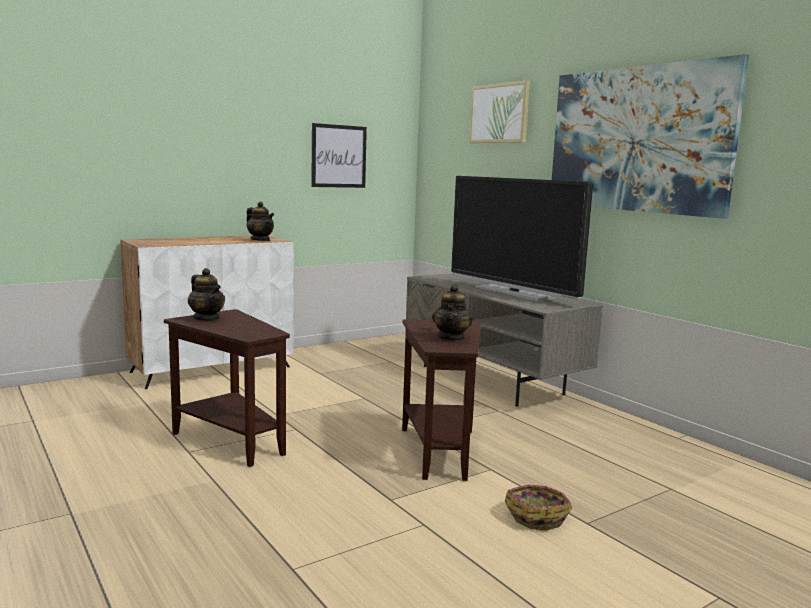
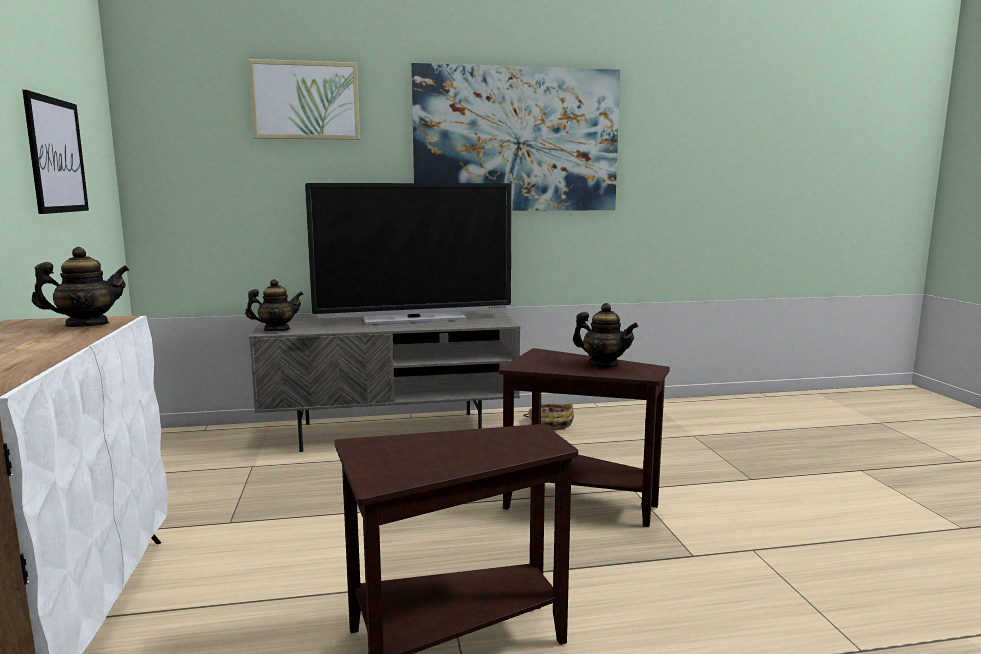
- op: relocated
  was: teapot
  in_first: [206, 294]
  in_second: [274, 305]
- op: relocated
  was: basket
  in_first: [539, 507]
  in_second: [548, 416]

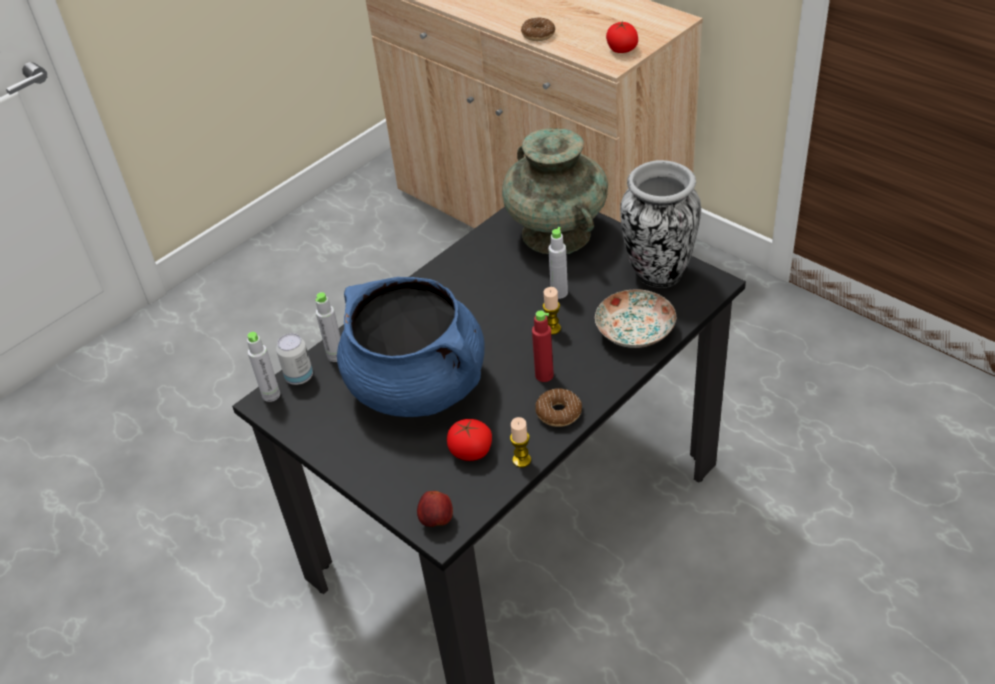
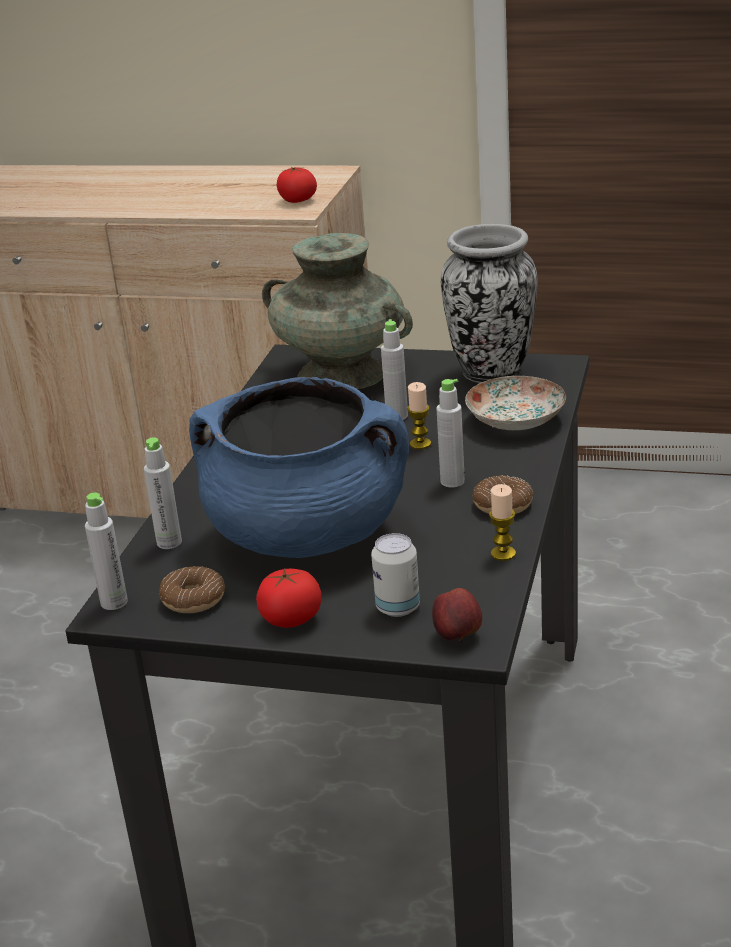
- op: relocated
  was: donut
  in_first: [538, 29]
  in_second: [192, 589]
- op: relocated
  was: tomato
  in_first: [469, 440]
  in_second: [288, 598]
- op: relocated
  was: can
  in_first: [294, 359]
  in_second: [395, 575]
- op: colour
  was: red bottle
  now: grey bottle
  in_first: [543, 346]
  in_second: [450, 433]

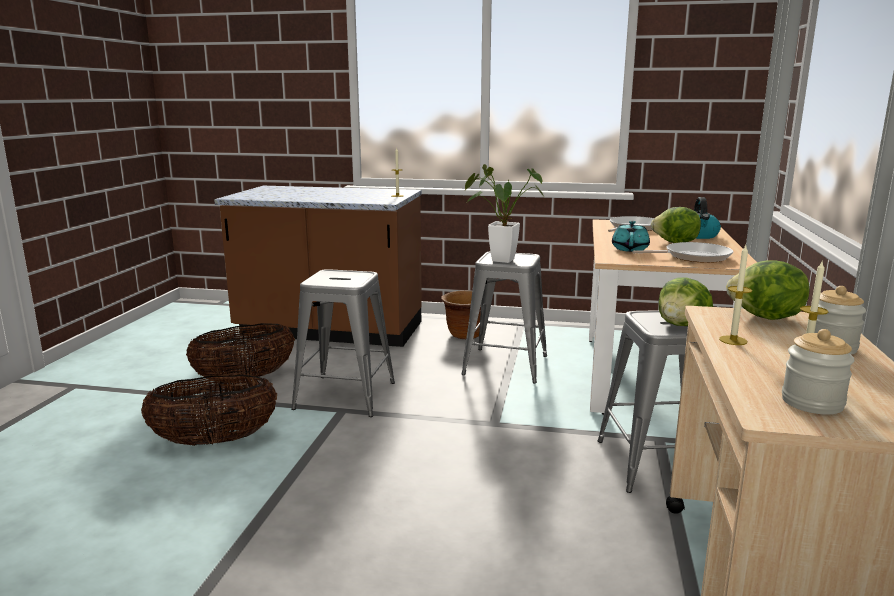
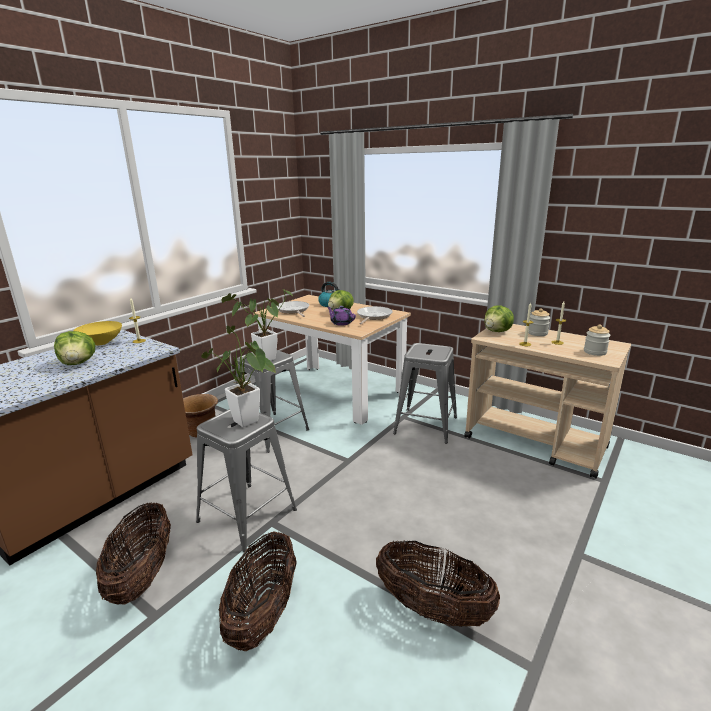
- op: relocated
  was: lettuce
  in_first: [686, 301]
  in_second: [74, 348]
- op: appeared
  now: yellow bowl
  in_second: [97, 333]
- op: appeared
  now: potted plant
  in_second: [239, 376]
- op: colour
  was: turquoise teapot
  now: purple teapot
  in_first: [631, 236]
  in_second: [341, 316]
- op: appeared
  now: basket
  in_second: [438, 583]

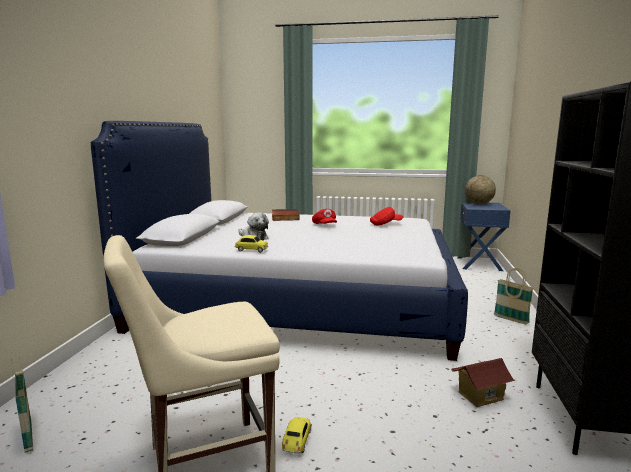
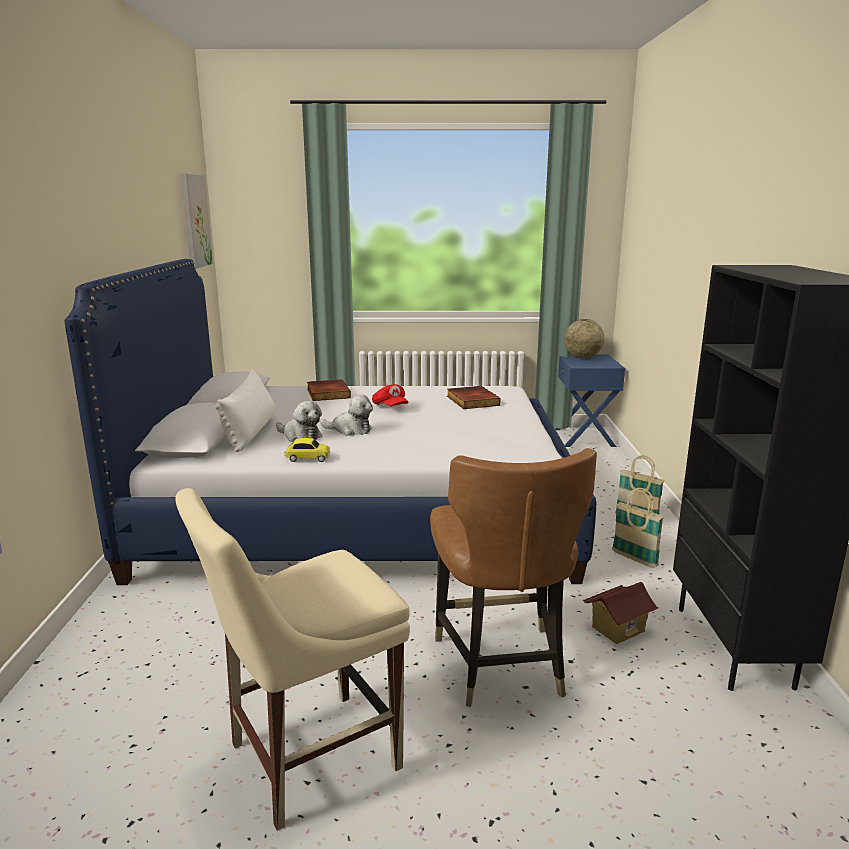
- op: appeared
  now: picture
  in_second: [196, 221]
- op: appeared
  now: white pillow
  in_second: [245, 410]
- op: appeared
  now: plush toy
  in_second: [346, 415]
- op: appeared
  now: brown chair
  in_second: [513, 577]
- op: exchanged
  was: red cap
  now: book
  in_first: [386, 216]
  in_second: [474, 397]
- op: relocated
  was: basket
  in_first: [22, 404]
  in_second: [638, 528]
- op: missing
  was: toy car
  in_first: [297, 435]

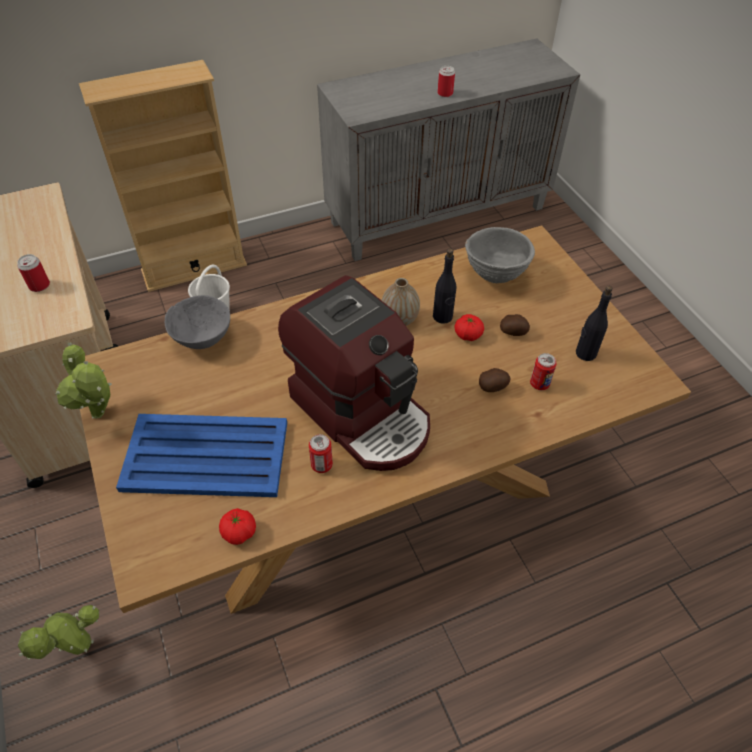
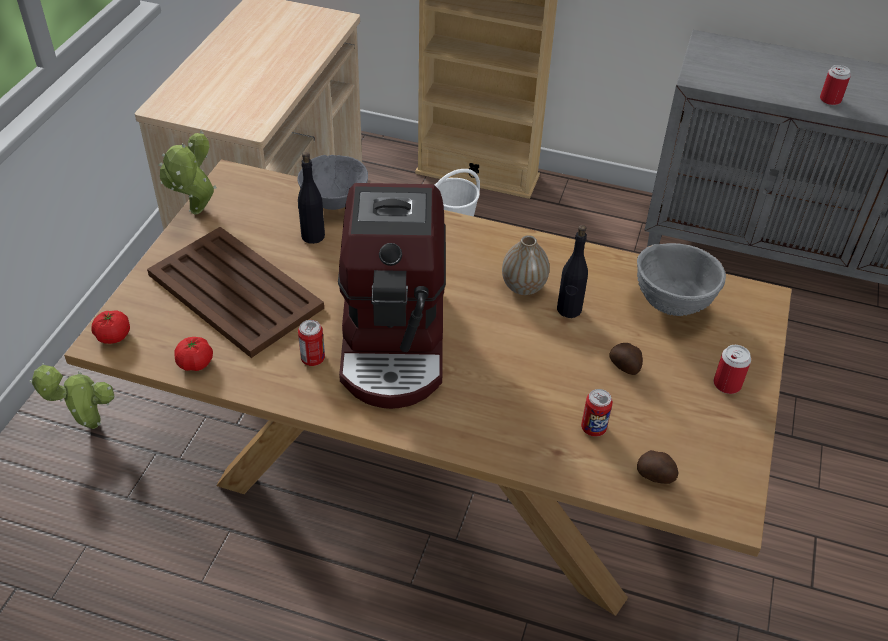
- op: relocated
  was: tomato
  in_first: [469, 327]
  in_second: [110, 327]
- op: colour
  was: blue tray
  now: brown tray
  in_first: [201, 455]
  in_second: [235, 292]
- op: relocated
  was: black bottle
  in_first: [594, 323]
  in_second: [311, 198]
- op: relocated
  was: potato
  in_first: [495, 380]
  in_second: [658, 467]
- op: relocated
  was: can
  in_first: [33, 273]
  in_second: [732, 369]

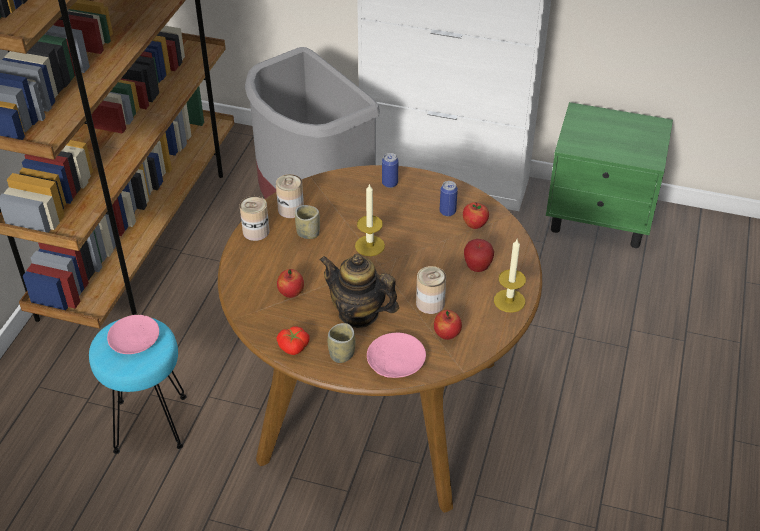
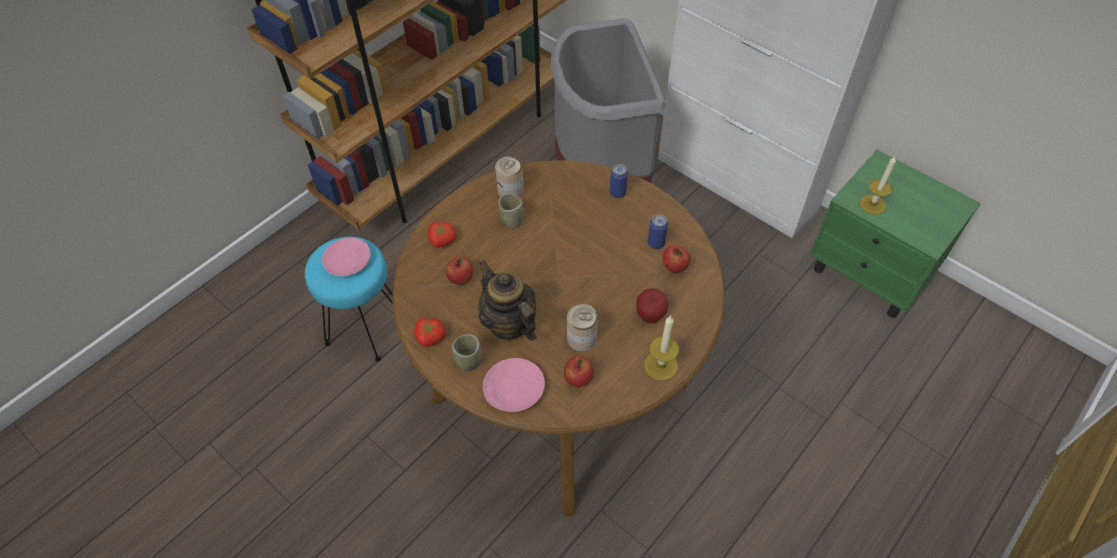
- op: appeared
  now: tomato
  in_second: [442, 235]
- op: relocated
  was: candle
  in_first: [370, 219]
  in_second: [878, 185]
- op: missing
  was: can
  in_first: [255, 218]

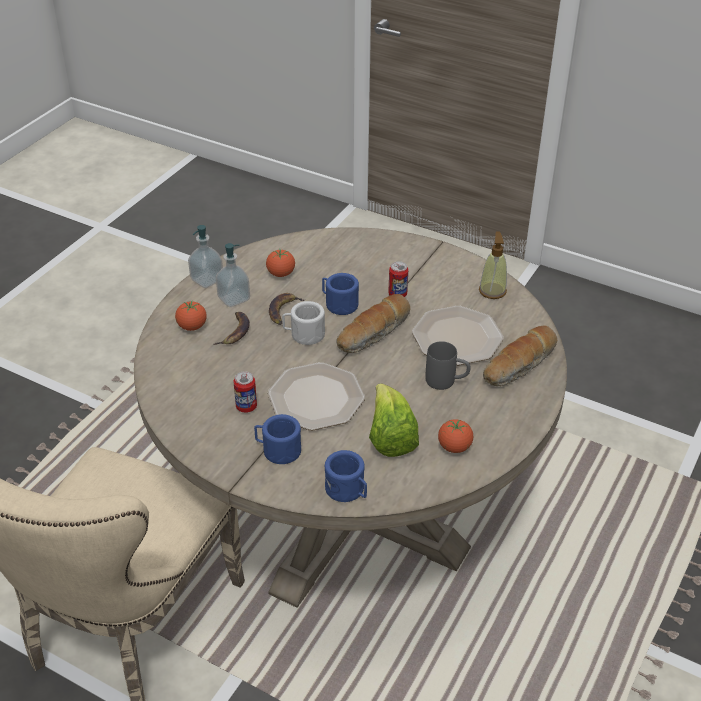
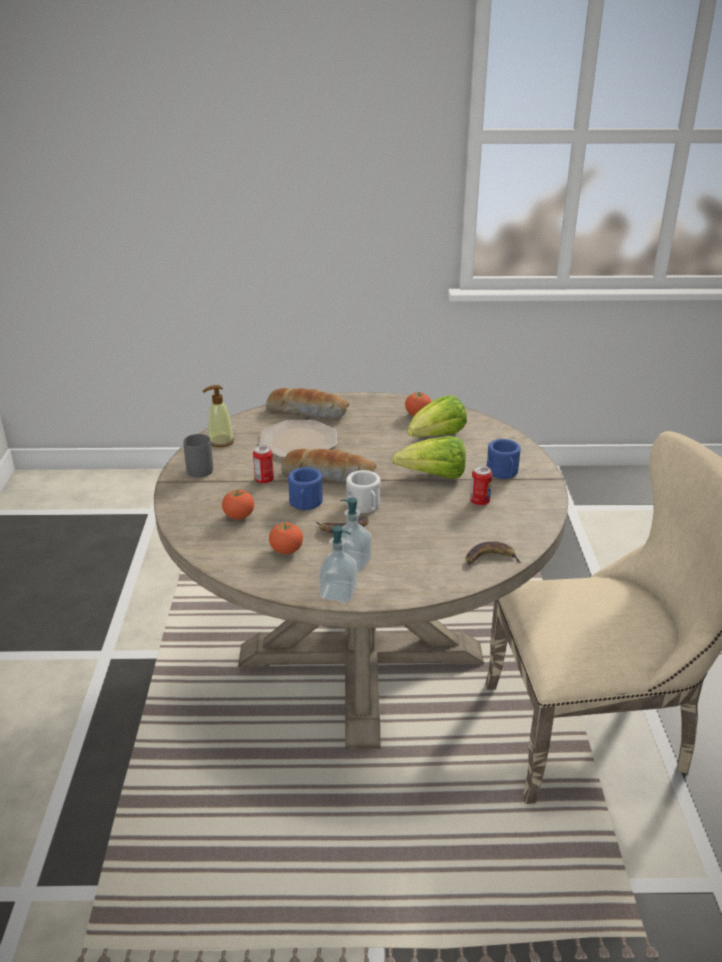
- op: relocated
  was: grey mug
  in_first: [448, 365]
  in_second: [198, 455]
- op: relocated
  was: tomato
  in_first: [191, 316]
  in_second: [238, 504]
- op: exchanged
  was: plate
  now: lettuce
  in_first: [316, 396]
  in_second: [429, 457]
- op: relocated
  was: banana
  in_first: [232, 328]
  in_second: [494, 553]
- op: missing
  was: blue mug
  in_first: [346, 476]

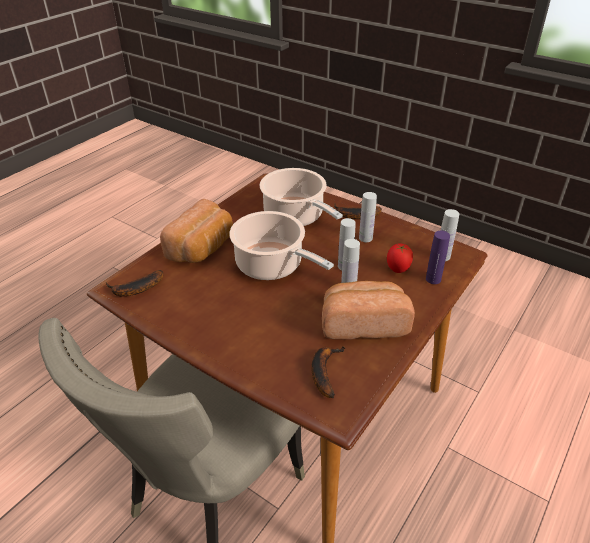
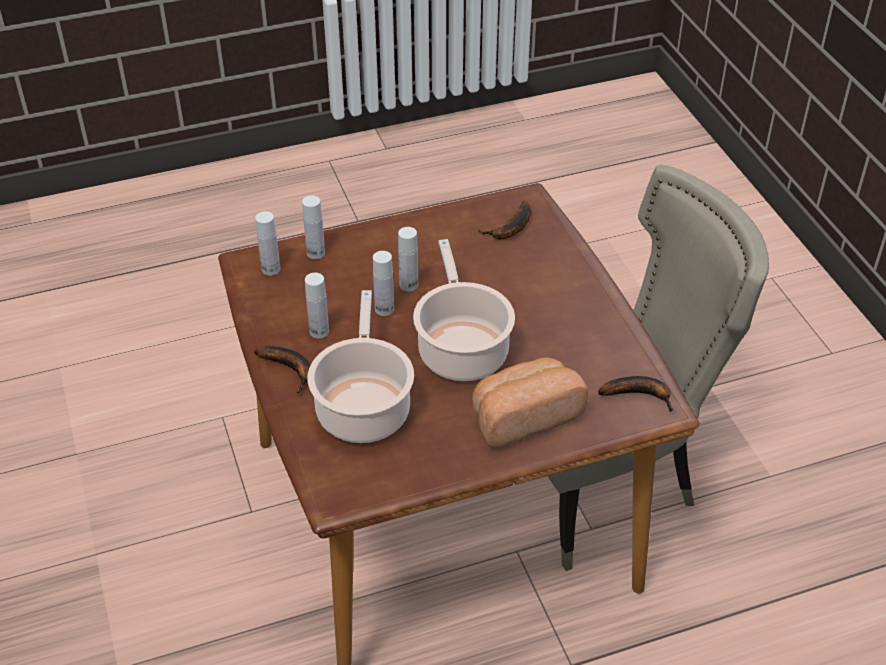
- op: colour
  was: purple bottle
  now: white bottle
  in_first: [438, 257]
  in_second: [313, 227]
- op: missing
  was: bread
  in_first: [368, 310]
- op: missing
  was: tomato
  in_first: [400, 258]

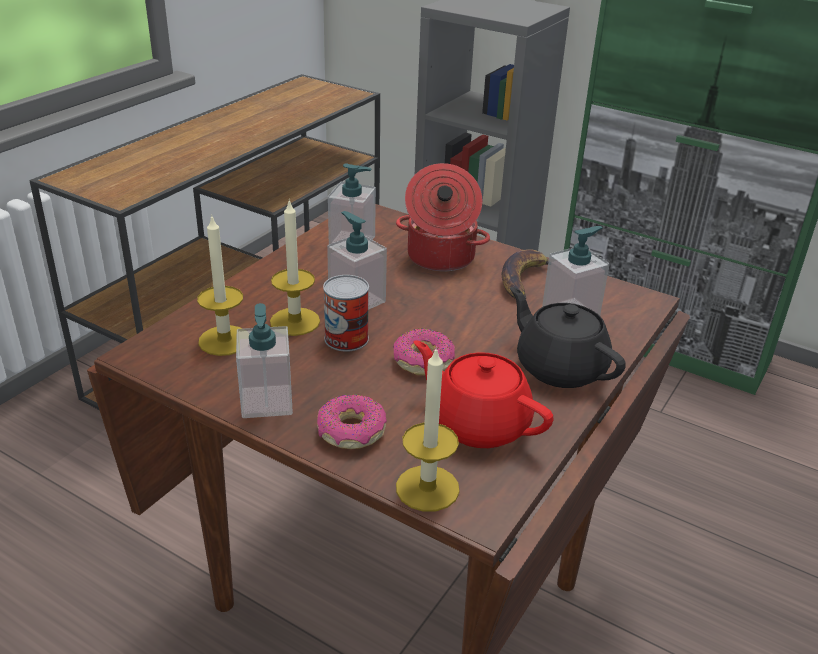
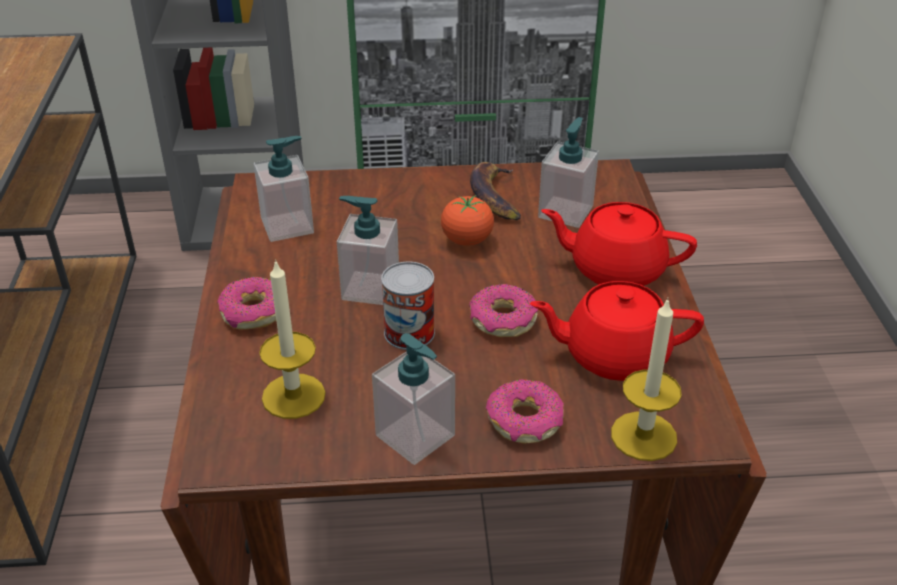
- op: appeared
  now: donut
  in_second: [246, 303]
- op: appeared
  now: tomato
  in_second: [467, 220]
- op: colour
  was: black teapot
  now: red teapot
  in_first: [568, 337]
  in_second: [619, 244]
- op: missing
  was: candle
  in_first: [295, 267]
- op: missing
  was: cooking pot
  in_first: [443, 217]

